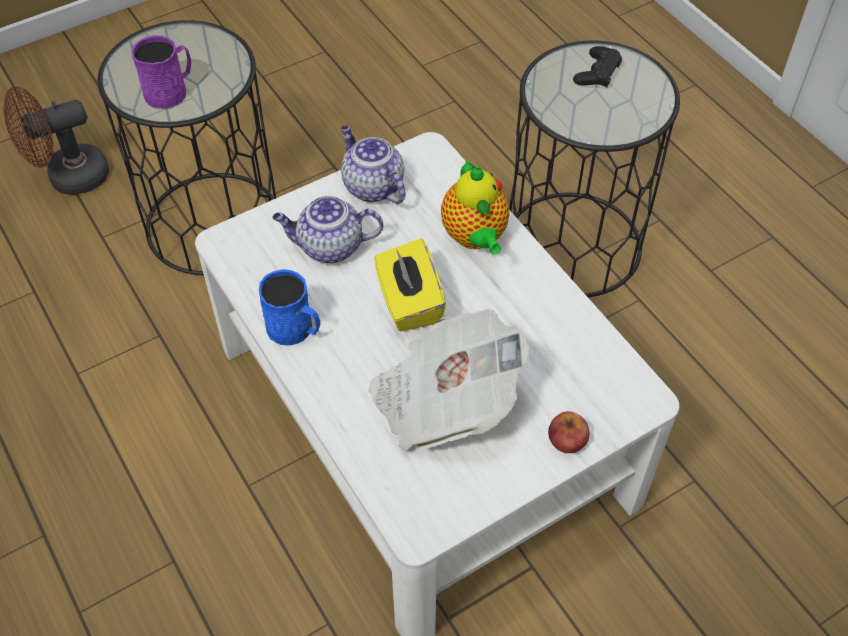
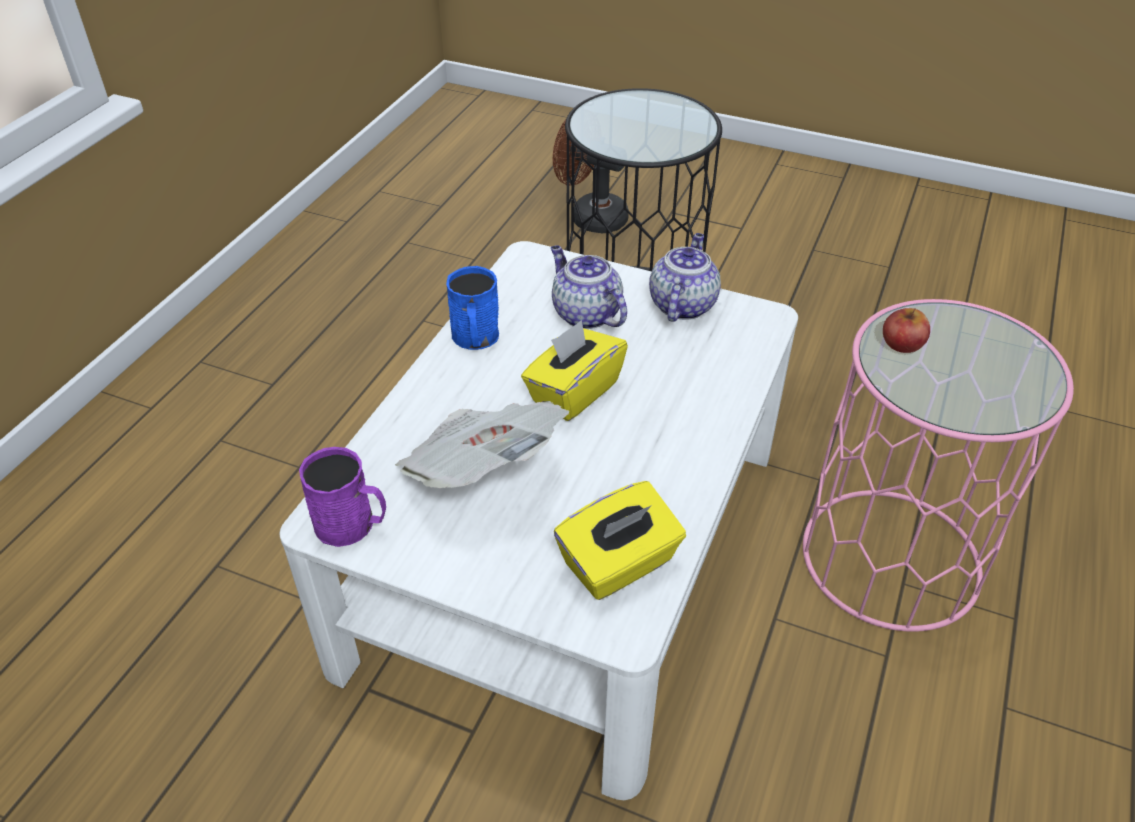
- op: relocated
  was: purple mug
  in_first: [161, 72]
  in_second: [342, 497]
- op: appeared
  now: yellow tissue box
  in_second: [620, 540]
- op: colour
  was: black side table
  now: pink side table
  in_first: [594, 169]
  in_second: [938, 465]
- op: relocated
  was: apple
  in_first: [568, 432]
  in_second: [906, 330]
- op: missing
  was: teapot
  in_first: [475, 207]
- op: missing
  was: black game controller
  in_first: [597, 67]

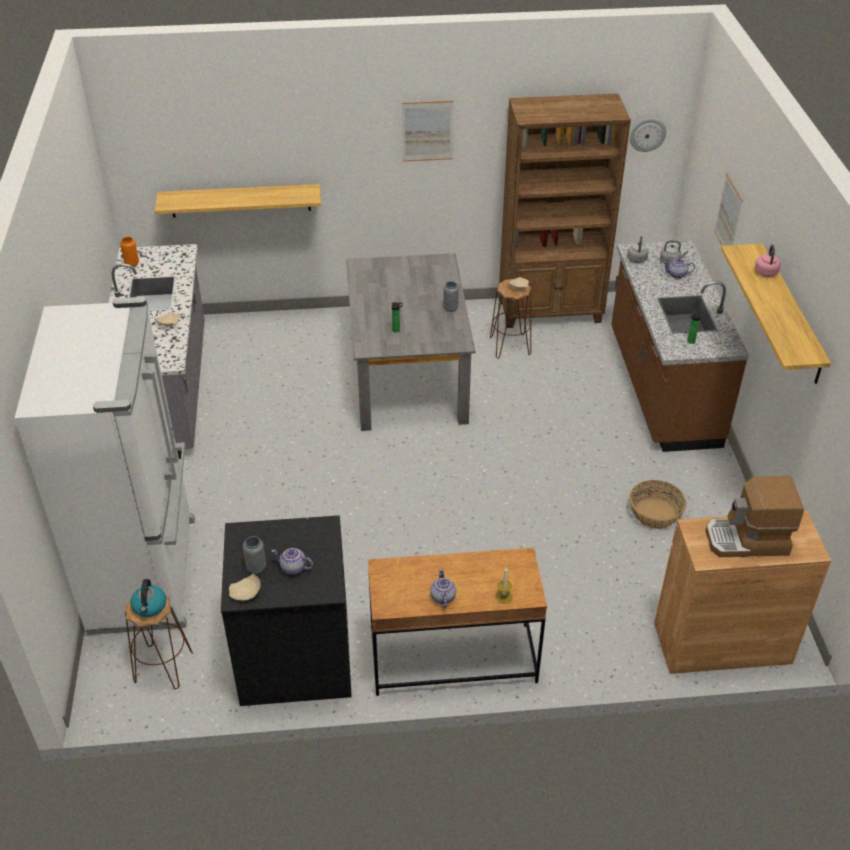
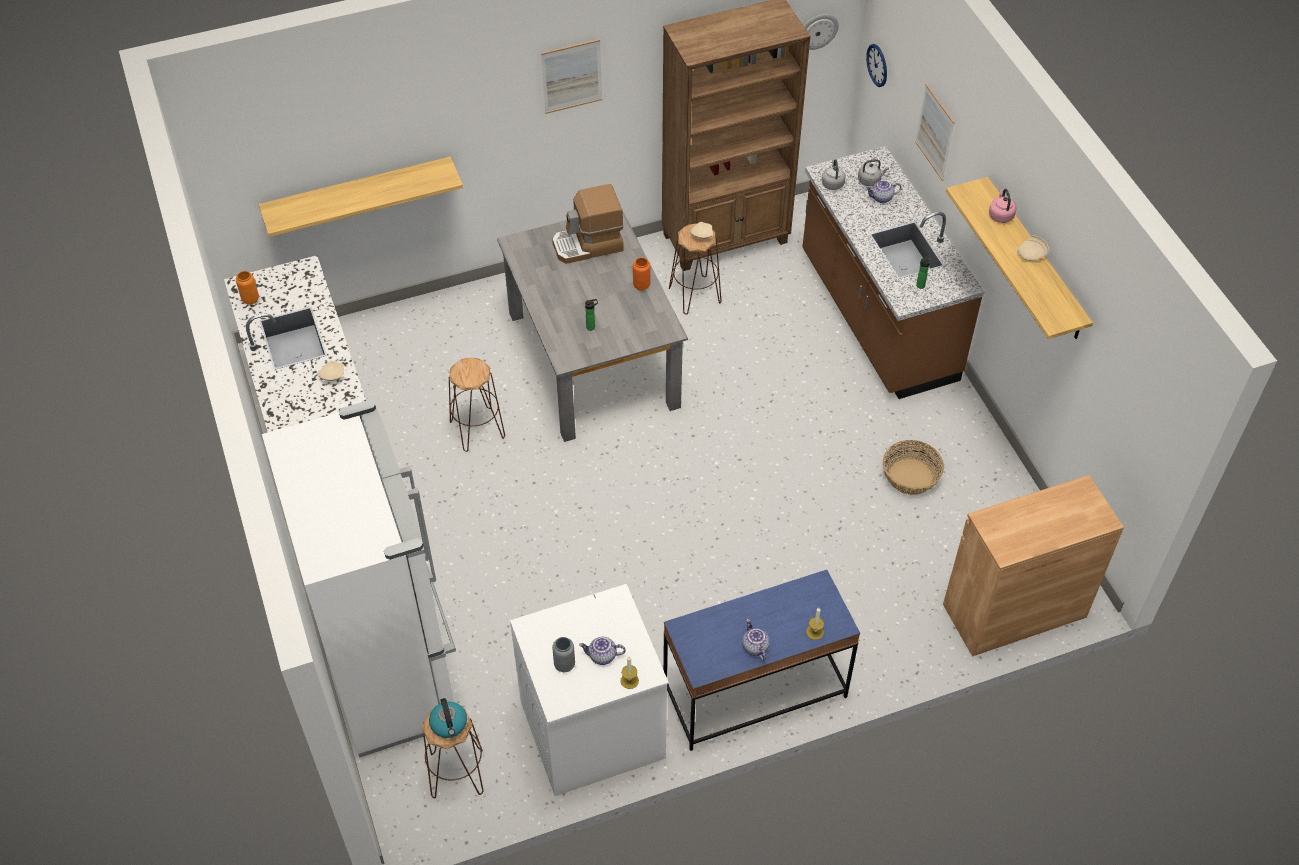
- op: appeared
  now: brown stool
  in_second: [477, 405]
- op: colour
  was: black washing machine
  now: white washing machine
  in_first: [286, 610]
  in_second: [589, 690]
- op: relocated
  was: coffee machine
  in_first: [754, 516]
  in_second: [588, 224]
- op: appeared
  now: candle
  in_second: [629, 672]
- op: colour
  was: grey vase
  now: orange vase
  in_first: [451, 296]
  in_second: [641, 274]
- op: colour
  was: brown desk
  now: blue desk
  in_first: [457, 622]
  in_second: [761, 660]
- op: appeared
  now: wall clock
  in_second: [876, 65]
- op: relocated
  was: beige plate
  in_first: [244, 587]
  in_second: [1032, 248]

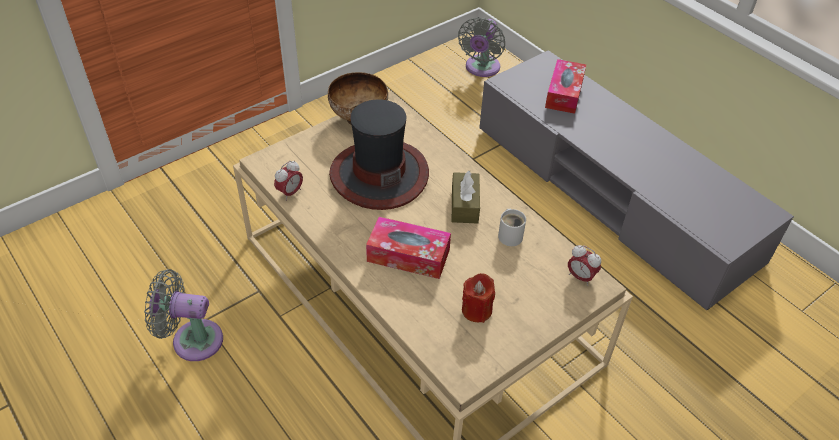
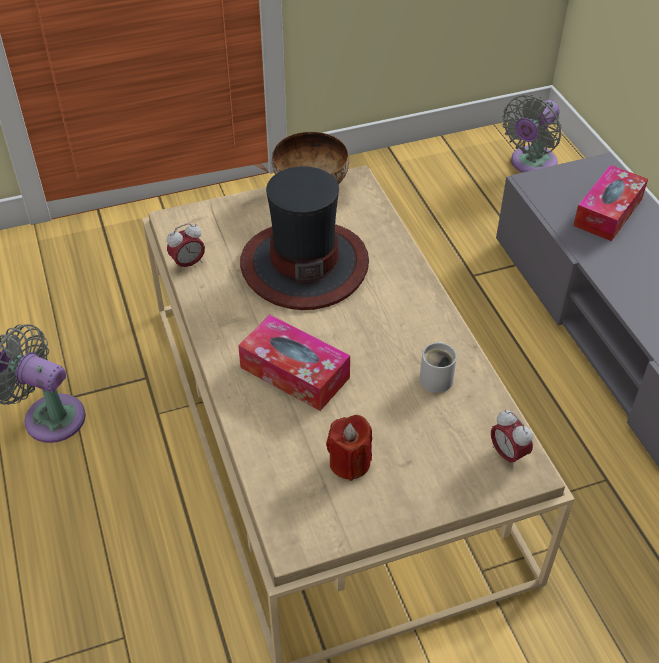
- op: missing
  was: brown tissue box
  in_first: [466, 197]

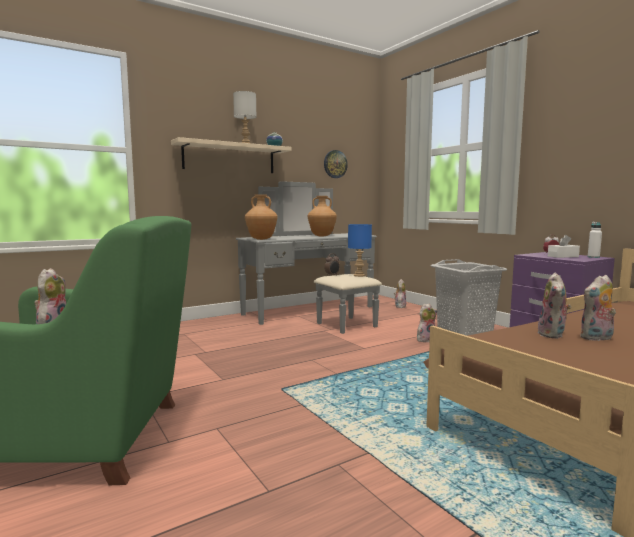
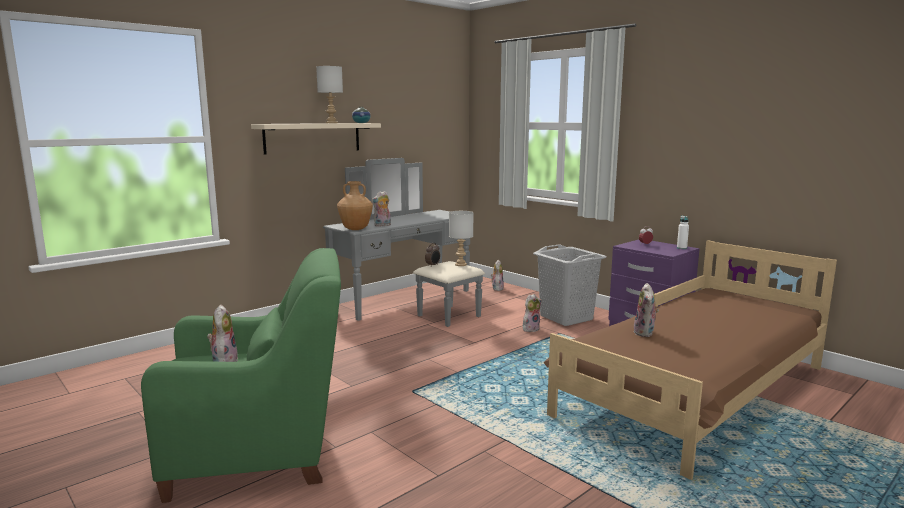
- op: relocated
  was: plush toy
  in_first: [598, 308]
  in_second: [381, 208]
- op: colour
  was: blue table lamp
  now: grey table lamp
  in_first: [360, 250]
  in_second: [461, 238]
- op: missing
  was: brown vase
  in_first: [322, 216]
- op: missing
  was: wall clock
  in_first: [336, 164]
- op: missing
  was: white tissue box
  in_first: [564, 246]

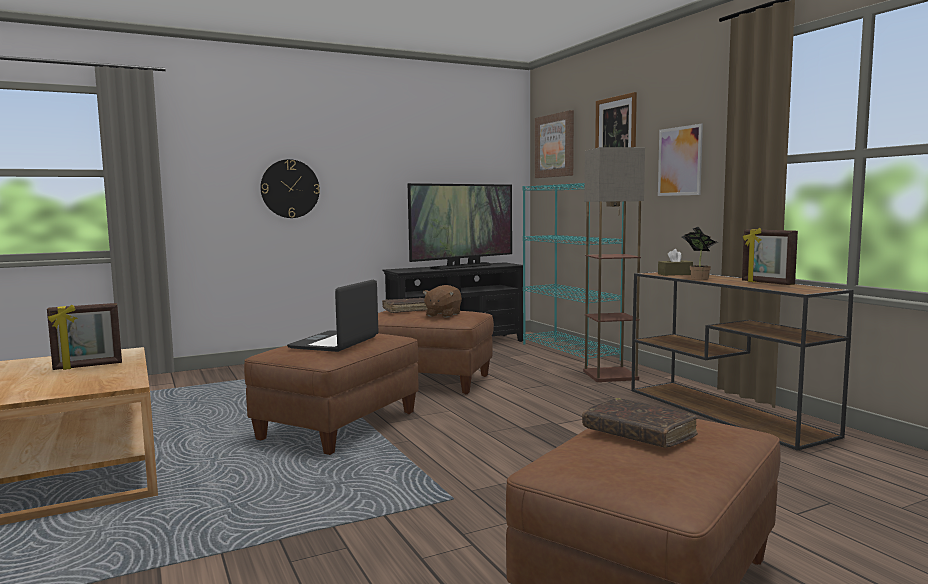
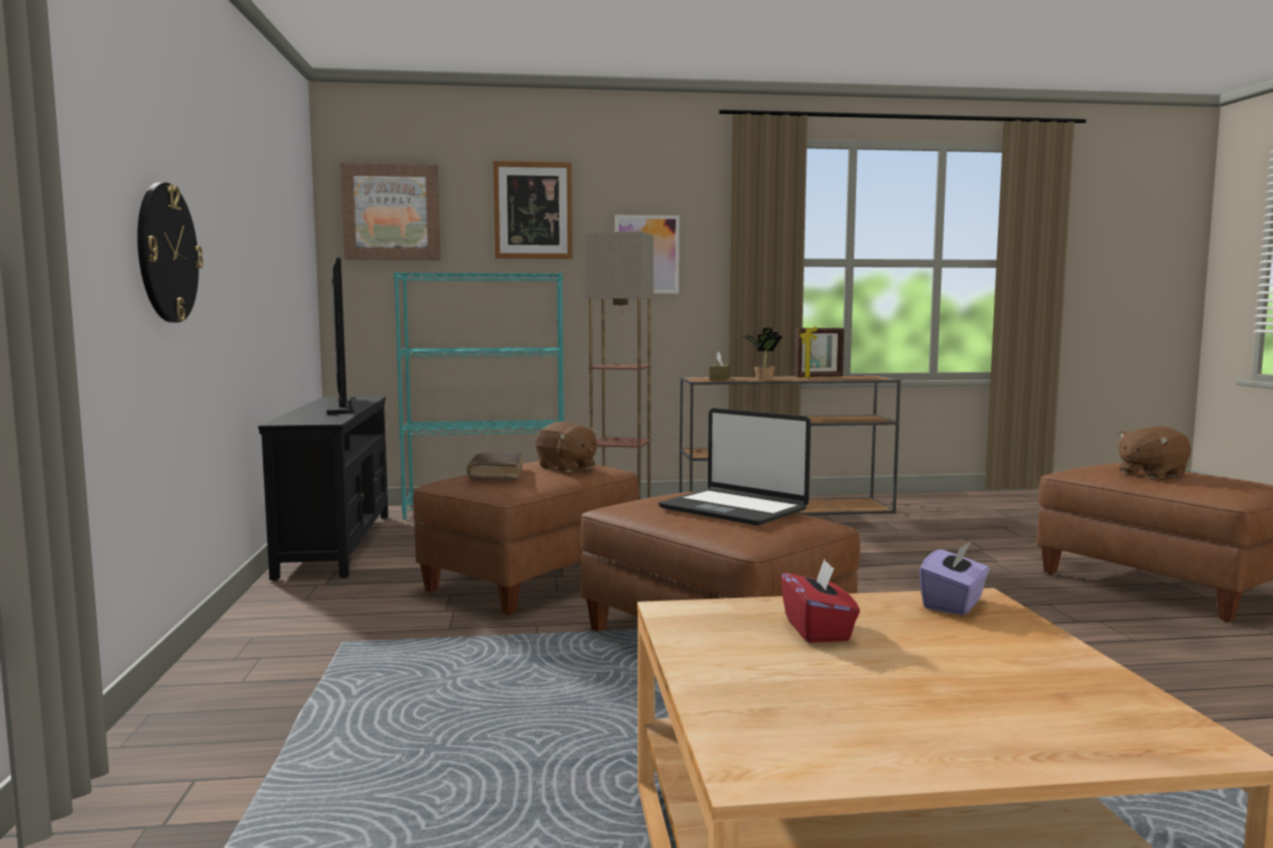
- op: exchanged
  was: picture frame
  now: red tissue box
  in_first: [84, 336]
  in_second: [820, 600]
- op: appeared
  now: purple tissue box
  in_second: [954, 578]
- op: exchanged
  was: brown book
  now: brown plush toy
  in_first: [640, 423]
  in_second: [1154, 452]

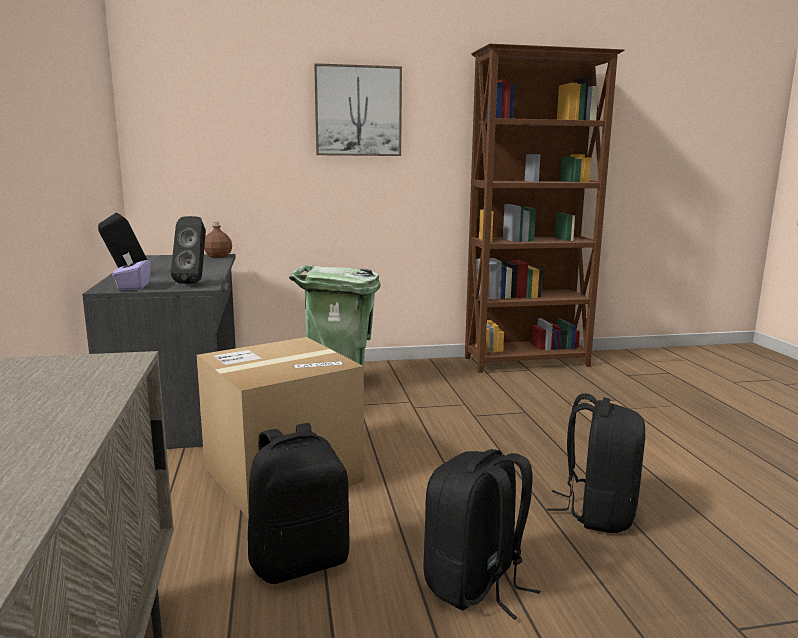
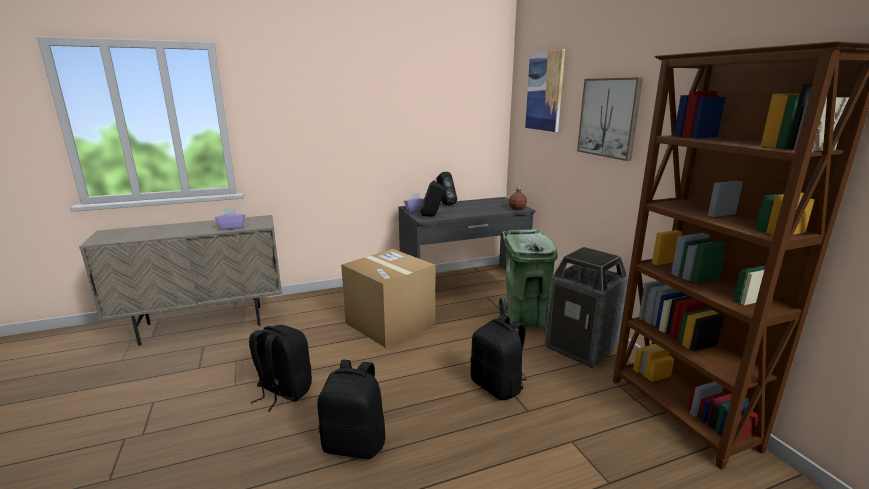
- op: appeared
  now: purple tissue box
  in_second: [230, 218]
- op: relocated
  was: black backpack
  in_first: [299, 503]
  in_second: [498, 357]
- op: appeared
  now: picture
  in_second: [545, 90]
- op: appeared
  now: trash can
  in_second: [586, 307]

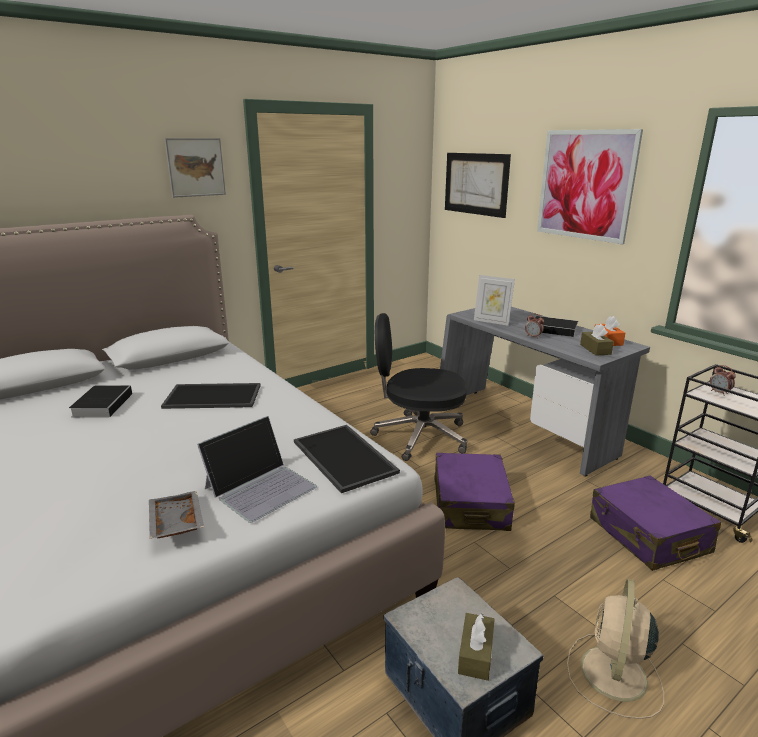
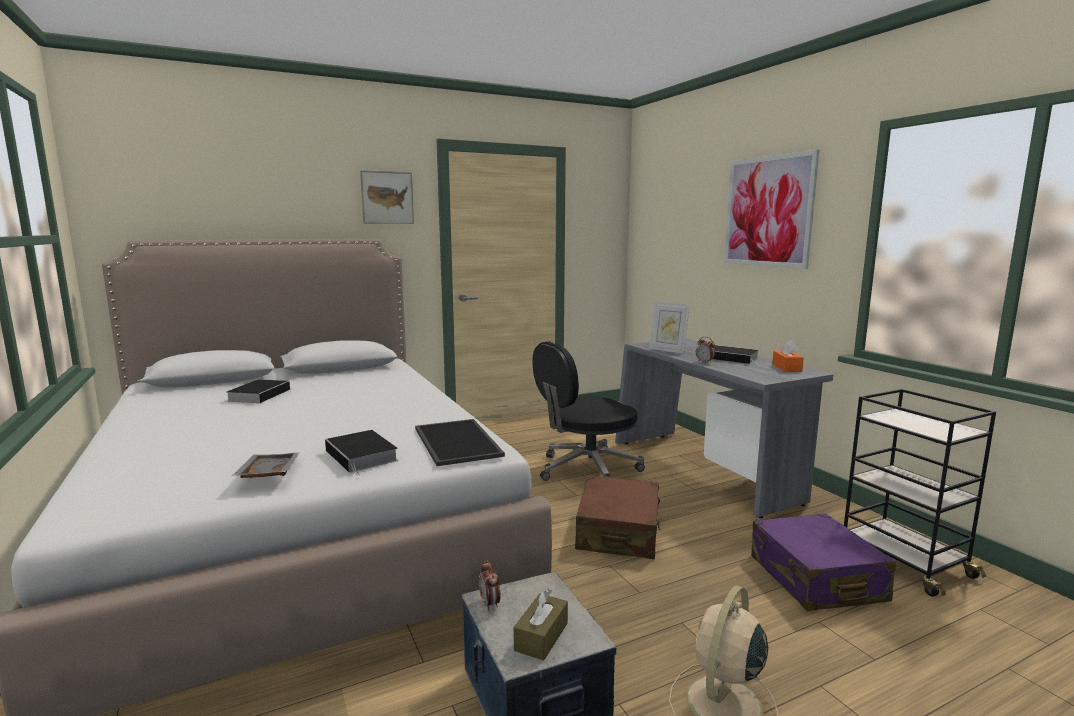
- op: exchanged
  was: laptop
  now: book
  in_first: [257, 469]
  in_second: [361, 453]
- op: relocated
  was: alarm clock
  in_first: [723, 380]
  in_second: [489, 585]
- op: spun
  was: black office chair
  in_first: [418, 387]
  in_second: [588, 411]
  clockwise: -45
- op: colour
  was: purple suitcase
  now: brown suitcase
  in_first: [474, 492]
  in_second: [618, 517]
- op: missing
  was: tray
  in_first: [211, 396]
- op: missing
  was: picture
  in_first: [478, 185]
- op: missing
  was: brown tissue box
  in_first: [597, 340]

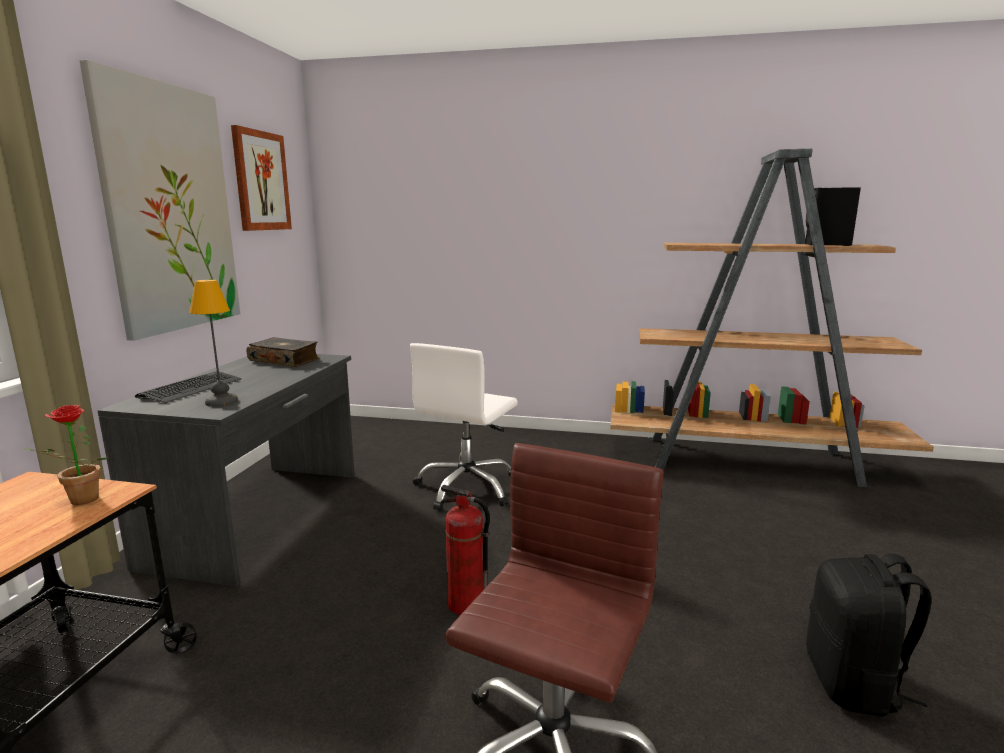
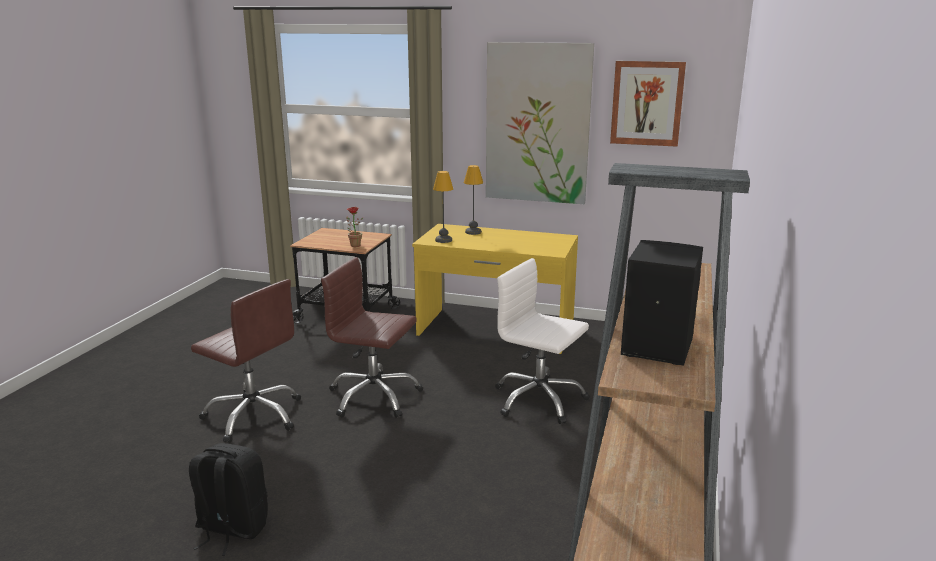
- op: exchanged
  was: fire extinguisher
  now: brown office chair
  in_first: [465, 550]
  in_second: [372, 337]
- op: colour
  was: grey desk
  now: yellow desk
  in_first: [226, 470]
  in_second: [495, 289]
- op: exchanged
  was: keyboard
  now: table lamp
  in_first: [188, 387]
  in_second: [473, 200]
- op: missing
  was: book
  in_first: [282, 352]

